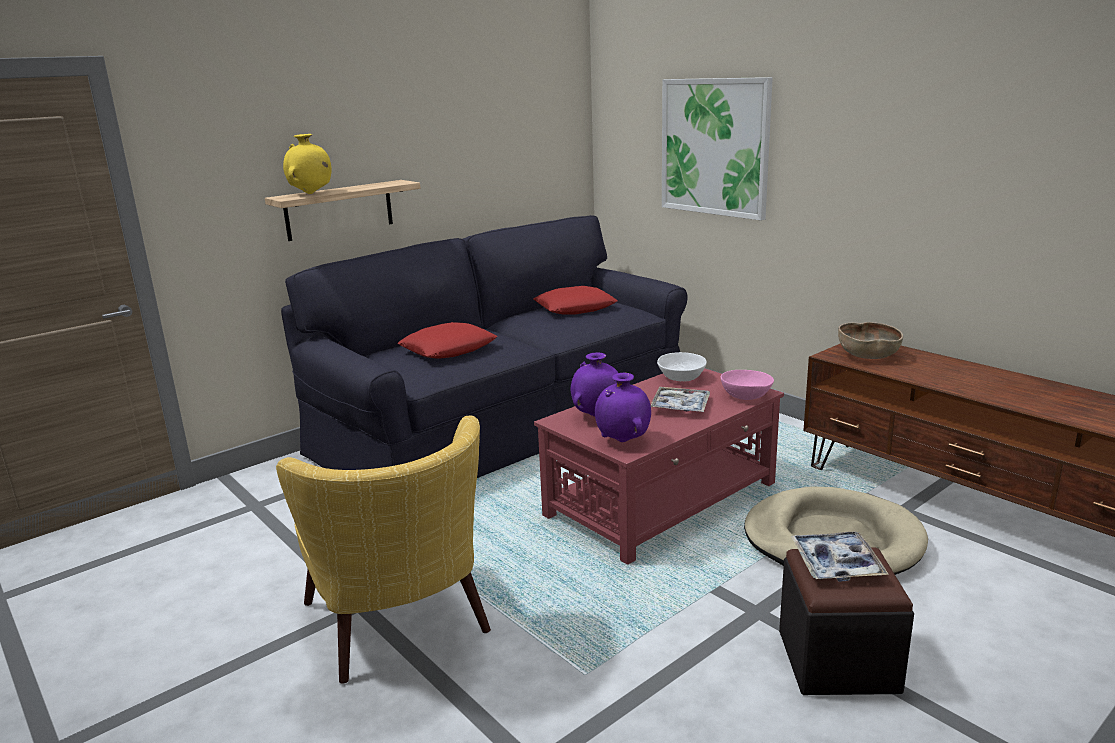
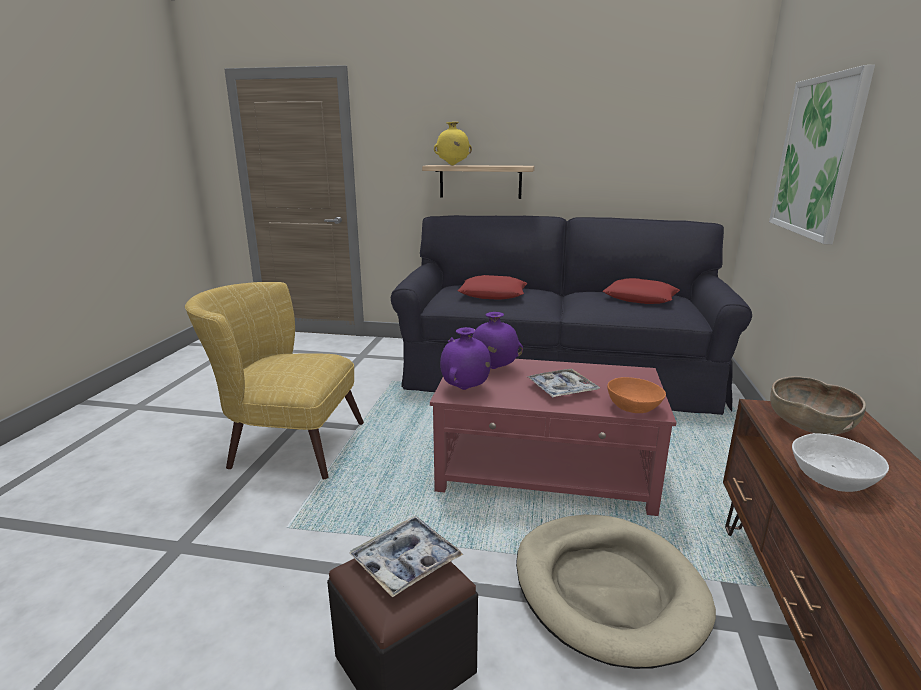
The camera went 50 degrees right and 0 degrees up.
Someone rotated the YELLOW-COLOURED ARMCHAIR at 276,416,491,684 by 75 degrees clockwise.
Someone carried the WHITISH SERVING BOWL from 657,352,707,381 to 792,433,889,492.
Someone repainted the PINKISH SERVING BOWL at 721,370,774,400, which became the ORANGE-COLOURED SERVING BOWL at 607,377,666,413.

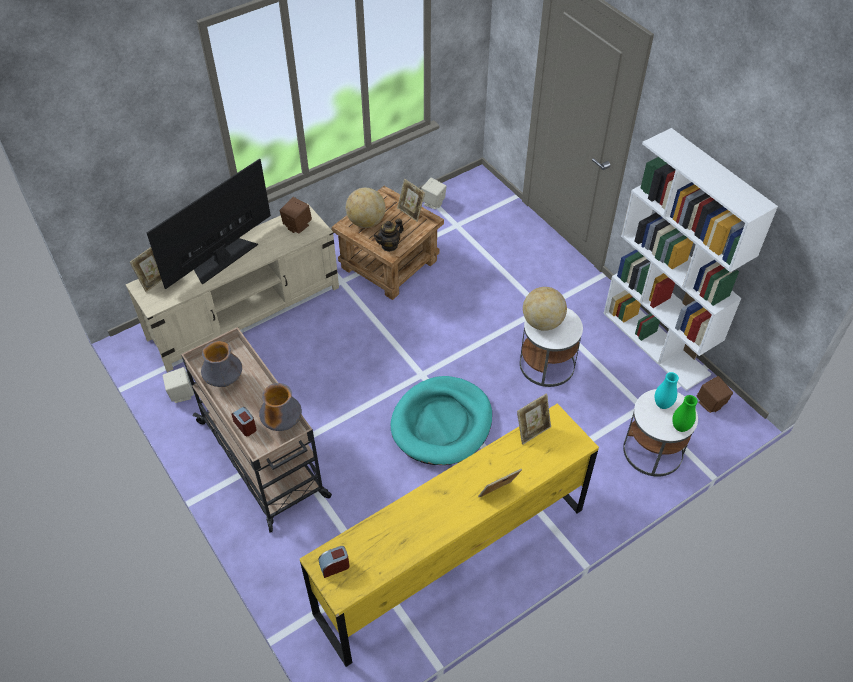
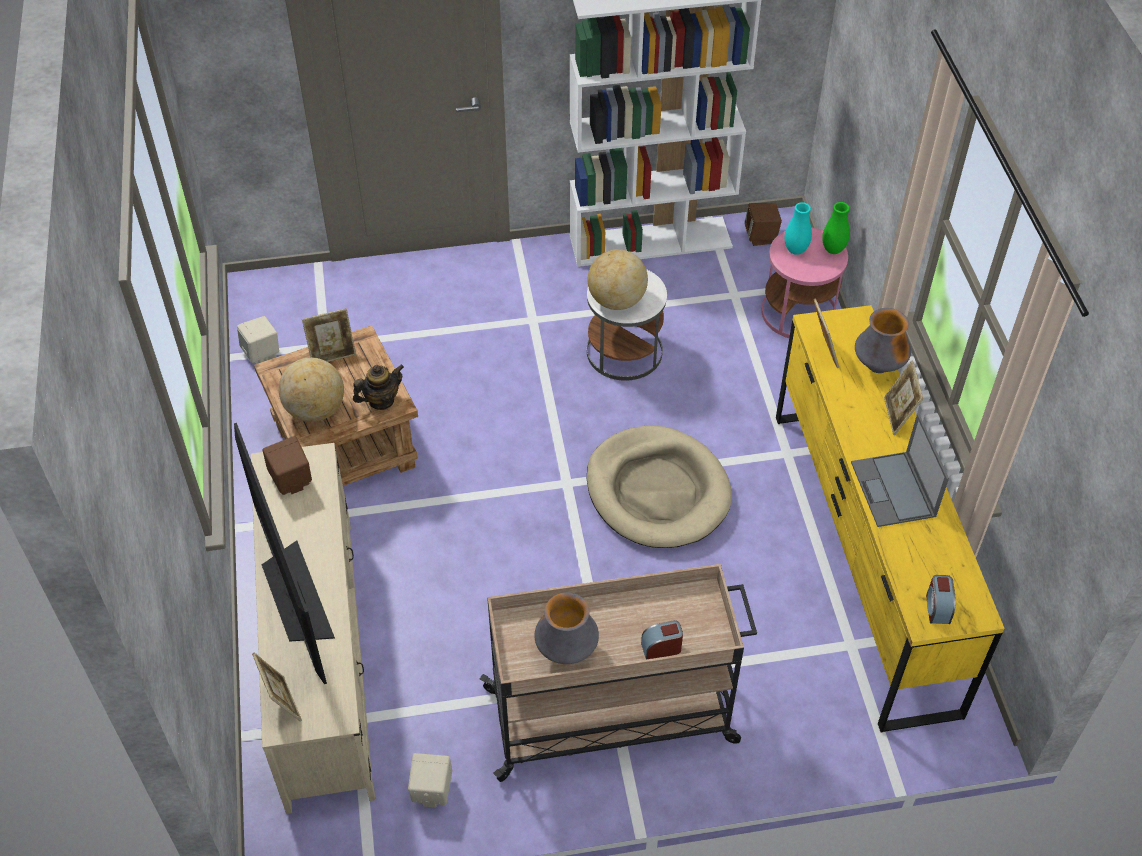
The camera went 65 degrees left and 0 degrees up.
Someone carried the FLOWER VASE from 259,383,302,431 to 855,308,911,373.
Someone rotated the TEAPOT at 374,219,404,252 by 105 degrees counterclockwise.
Someone repainted the TURQUOISE PET BED at 391,376,492,465, which became the SAND-COLOURED PET BED at 587,426,732,548.
Someone repainted the WHITISH ACCENT TABLE at 623,389,698,477, which became the PINKISH ACCENT TABLE at 761,228,848,338.
Someone put down the PORTABLE COMPUTER at 851,414,949,527.

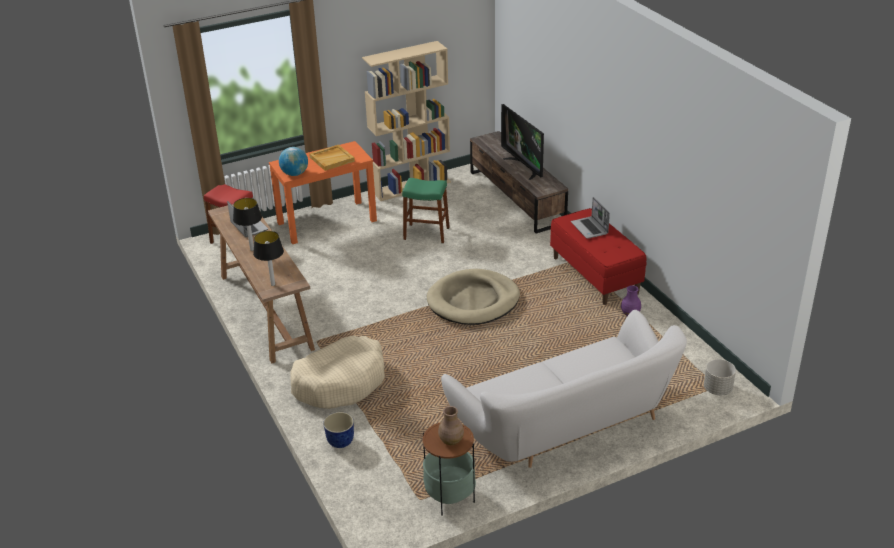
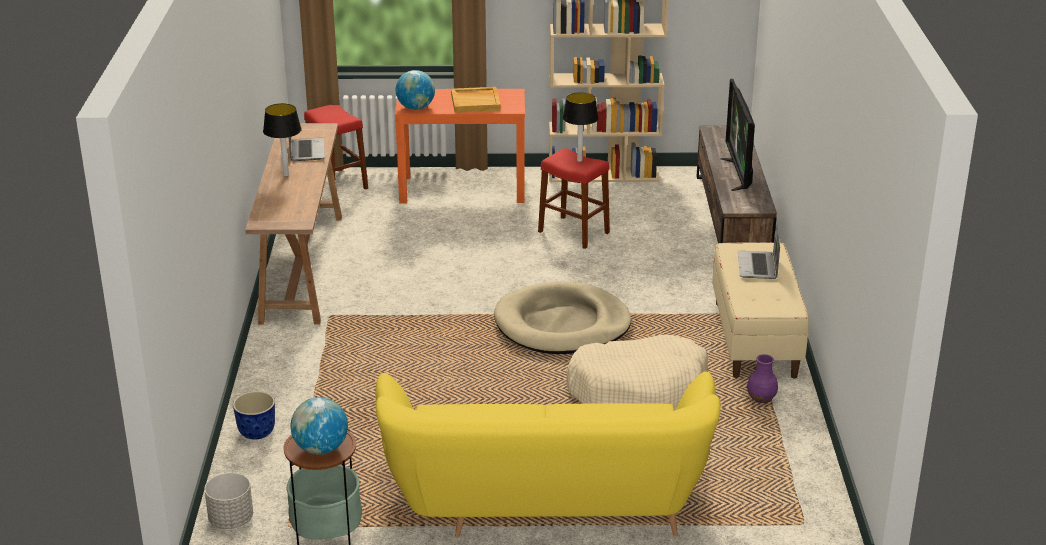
The camera went 25 degrees right and 5 degrees down.
Someone carried the LAMP FOR A TABLE from 253,231,284,286 to 563,92,599,162.
Someone carried the SAND-COLOURED PET BED from 290,335,385,409 to 566,335,708,411.
Someone repainted the GREEN-COLOURED SITTING STOOL at 402,178,450,243, which became the RED-COLOURED SITTING STOOL at 538,148,610,249.
Someone swapped the BROWNISH FLOWER VASE at 438,406,464,445 for the WORLD GLOBE at 291,397,348,454.
Someone repainted the WHITISH SOFA at 441,310,687,468, which became the YELLOW-COLOURED SOFA at 375,371,721,538.
Someone repainted the RED-COLOURED LONG SEAT at 550,208,646,305, which became the SAND-COLOURED LONG SEAT at 712,243,809,378.
Someone carried the GREYISH PLANT POT from 704,359,736,395 to 204,473,253,529.

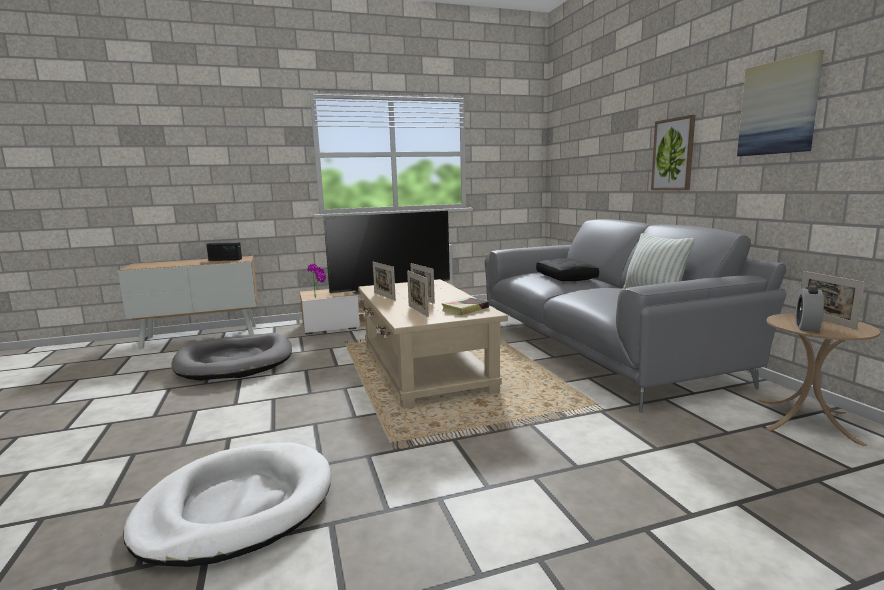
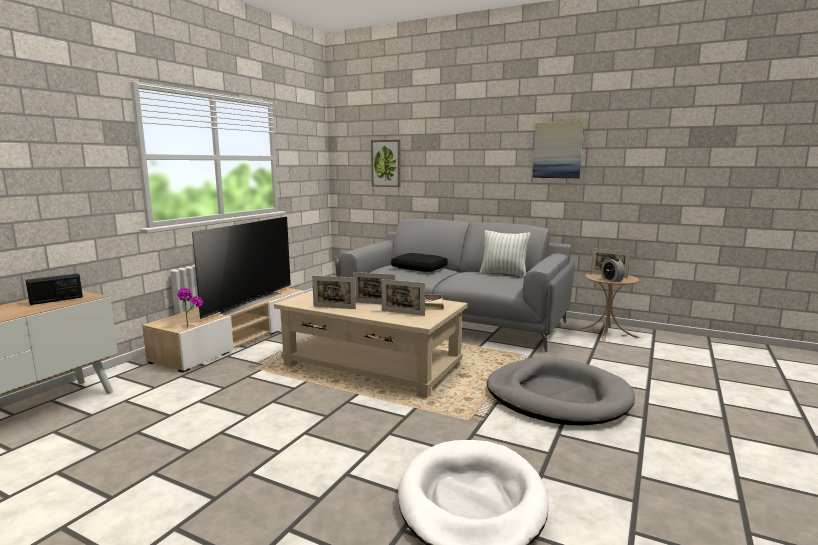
The camera went 45 degrees left and 0 degrees up.
Someone carried the GREYISH PET BED from 171,333,292,381 to 487,357,635,426.
Someone carried the PICTURE from 651,115,695,190 to 371,140,401,187.

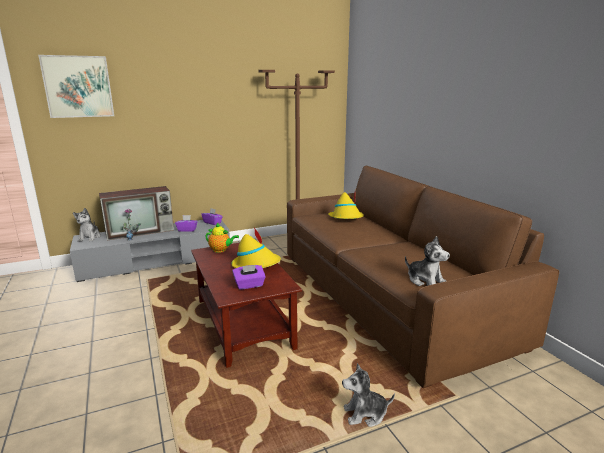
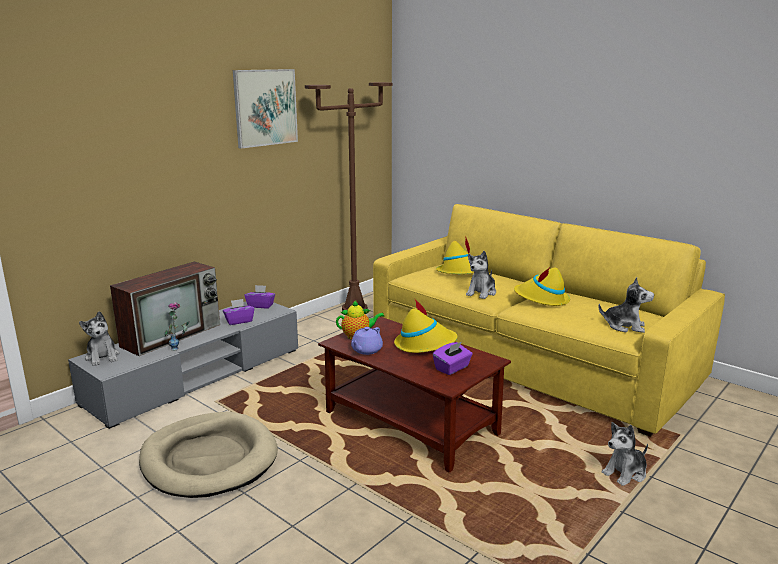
The camera went 25 degrees left and 0 degrees up.
Someone carried the PICTURE from 38,55,114,118 to 233,69,298,149.
Someone repainted the BROWNISH SOFA at 287,166,559,388, which became the YELLOW-COLOURED SOFA at 373,204,725,436.
Someone put down the SAND-COLOURED PET BED at 139,412,278,498.
Someone put down the PURPLISH TEAPOT at 351,327,383,355.
Someone put down the SOFT TOY at 466,251,496,299.
Someone put down the YELLOW-COLOURED WEARABLE HAT at 514,267,570,306.

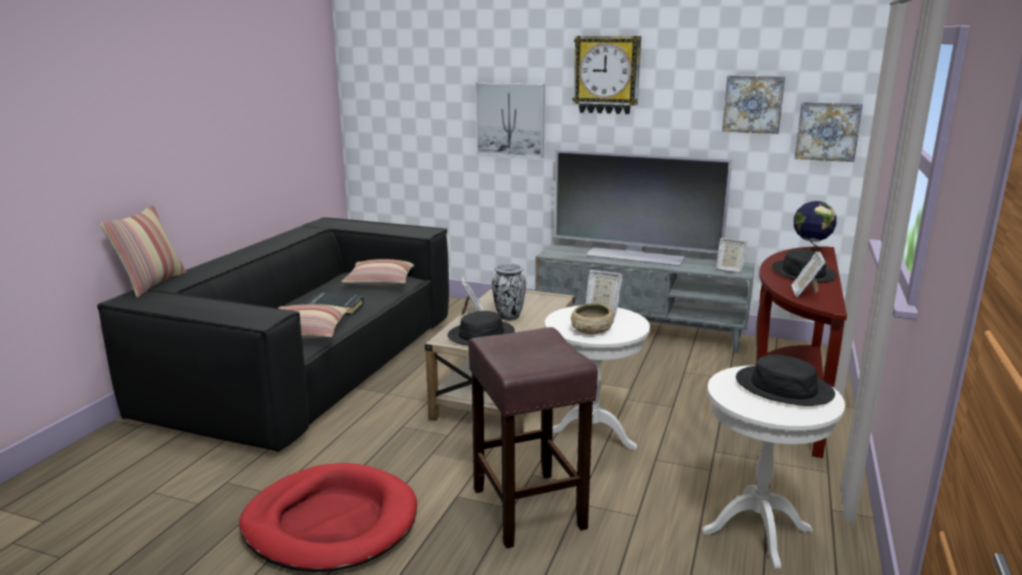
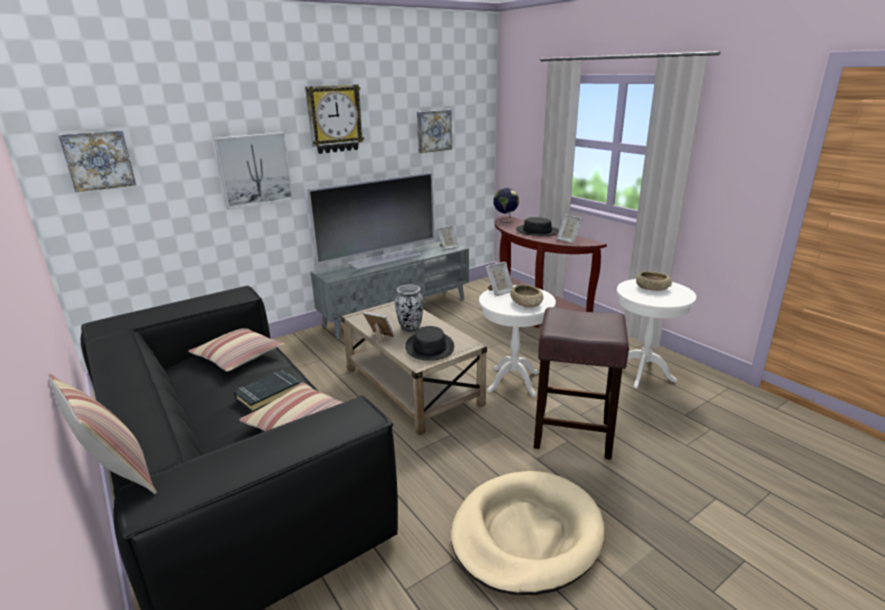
The camera went 55 degrees left and 5 degrees up.
Someone repainted the RED-COLOURED PET BED at 239,463,417,573, which became the SAND-COLOURED PET BED at 451,471,605,595.
Someone swapped the BLACK WEARABLE HAT at 736,355,835,406 for the SAND-COLOURED SERVING BOWL at 636,271,672,291.
Someone carried the PICTURE from 795,102,863,162 to 58,130,136,192.

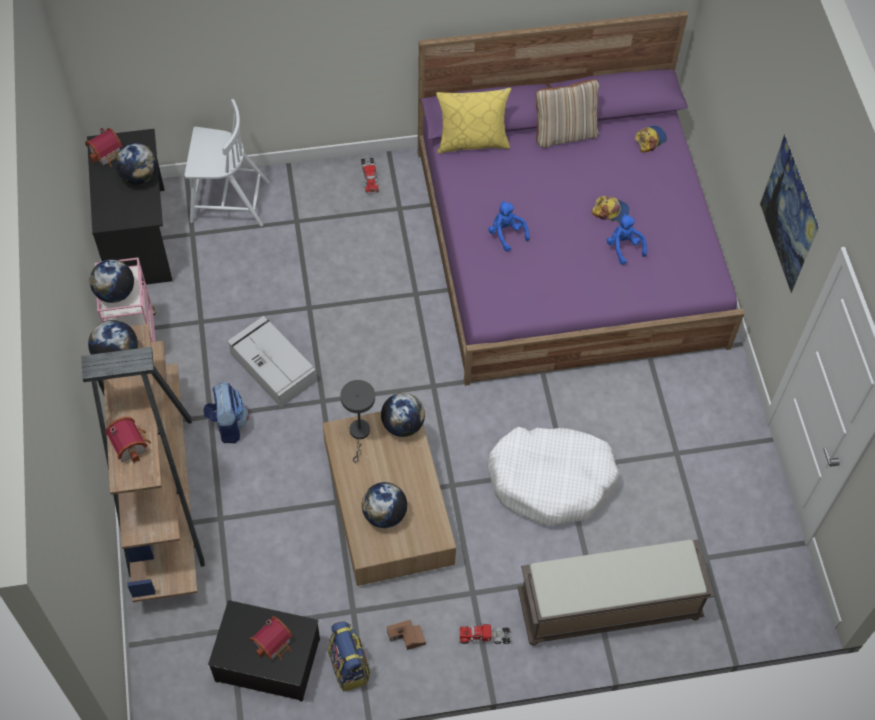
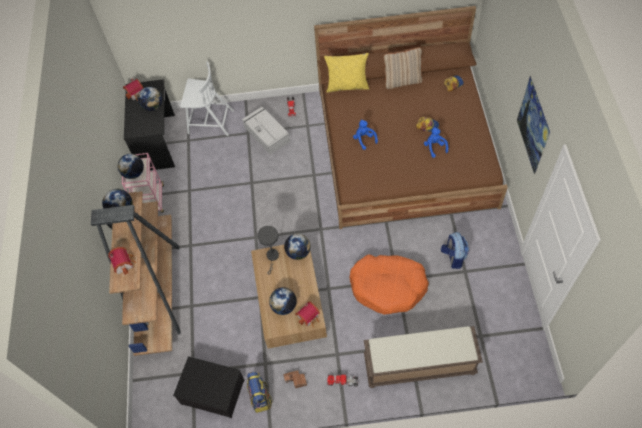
The camera went 10 degrees right and 0 degrees up.
Someone carried the KNAPSACK from 203,382,249,443 to 441,232,469,269.
Someone carried the GREYISH STORAGE BIN from 227,316,317,407 to 242,107,290,155.
Someone carried the MINIATURE HOUSE from 249,616,293,661 to 295,301,320,327.
Someone repainted the PURPLISH BED at 418,11,744,386, which became the BROWNISH BED at 314,6,508,229.
Someone repainted the WHITISH PET BED at 487,427,620,526, which became the ORANGE-COLOURED PET BED at 350,254,429,315.

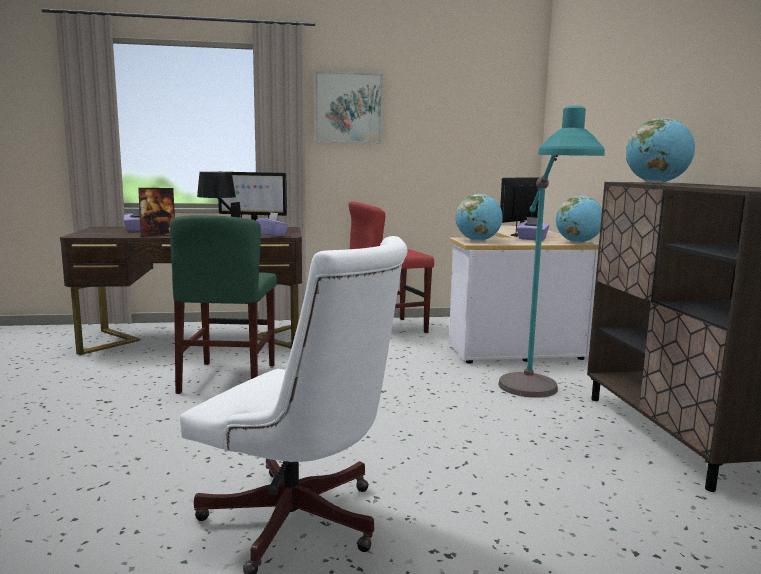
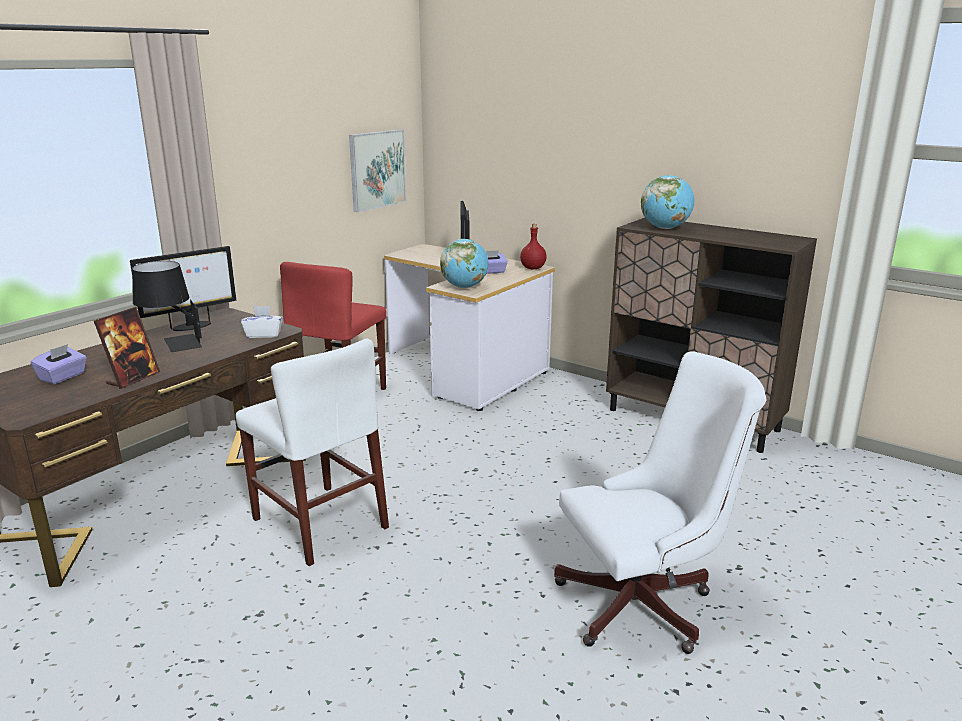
The camera went 45 degrees left and 10 degrees up.
Someone repainted the GREEN-COLOURED UPRIGHT CHAIR at 170,215,277,394, which became the WHITISH UPRIGHT CHAIR at 236,338,389,566.
Someone repainted the PURPLISH TISSUE HOLDER at 256,212,288,237, which became the WHITISH TISSUE HOLDER at 241,306,283,338.
Someone carried the PICTURE from 315,71,383,143 to 349,129,406,212.
Someone took away the TURQUOISE STANDARD LAMP at 498,105,605,398.
Someone swapped the WORLD GLOBE at 556,196,602,243 for the RED-COLOURED DRINK BOTTLE at 520,224,546,269.

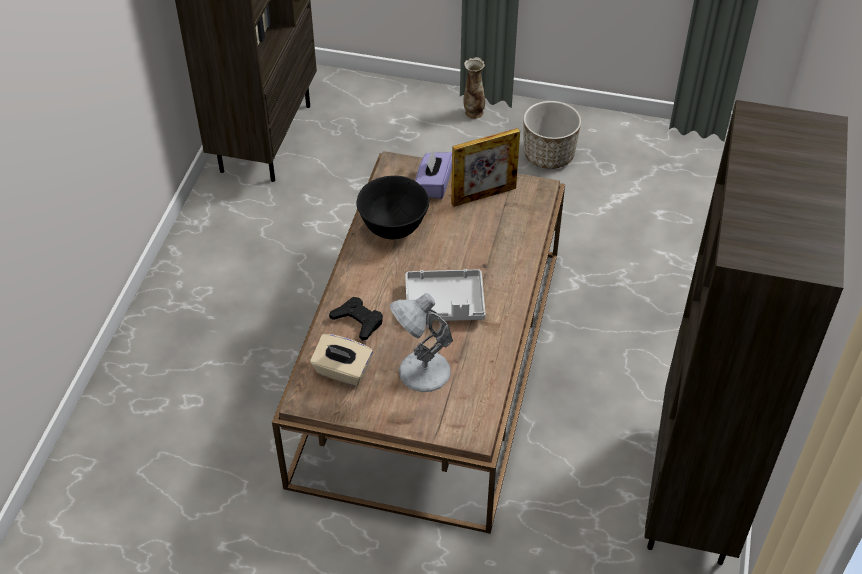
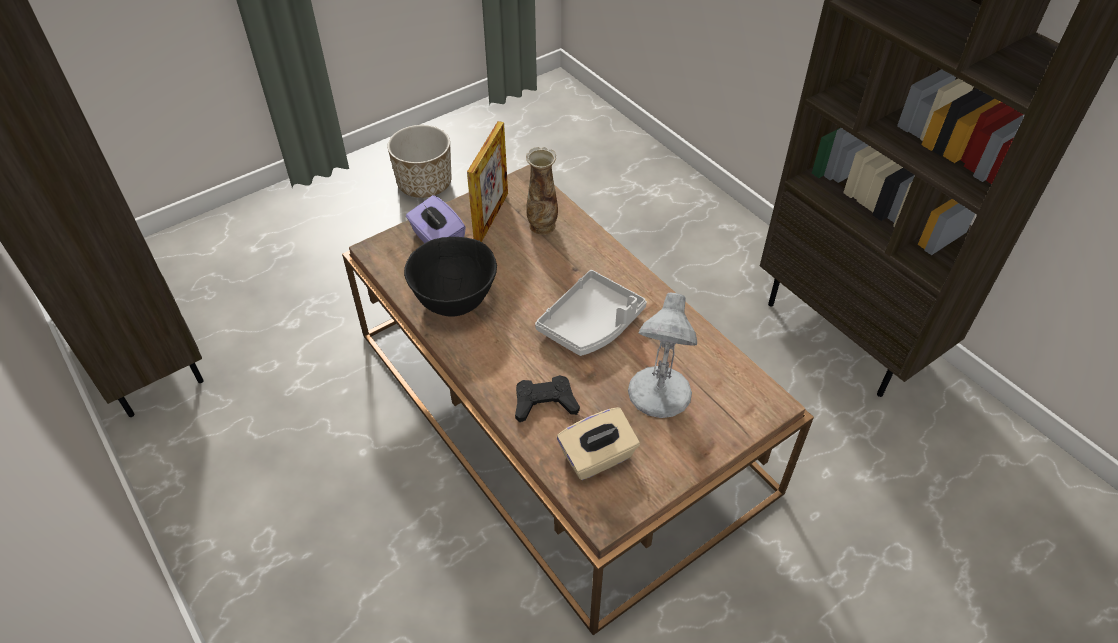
The camera went 50 degrees left and 0 degrees up.
Someone carried the FLOWER VASE from 464,57,485,119 to 526,147,558,235.

